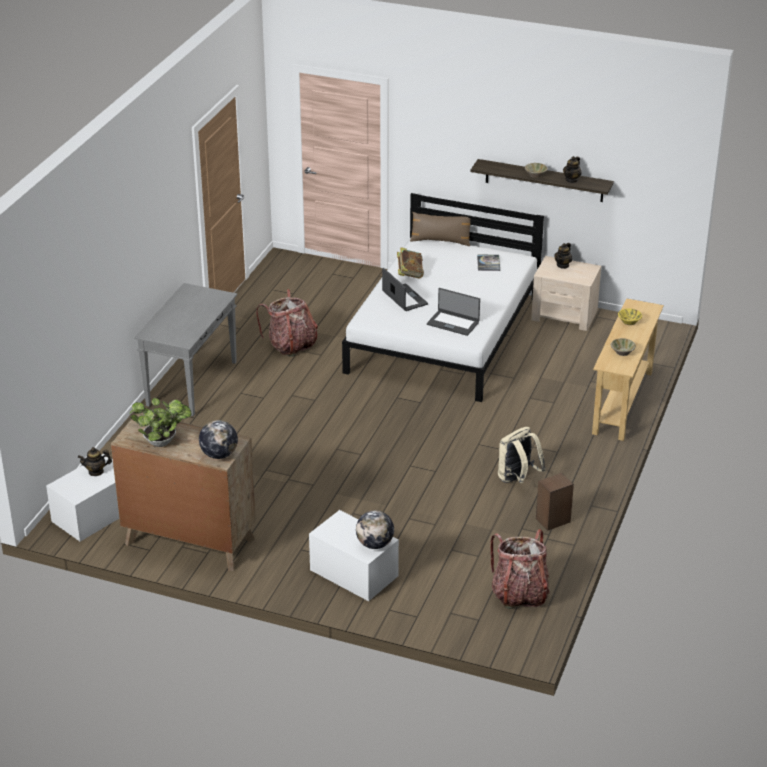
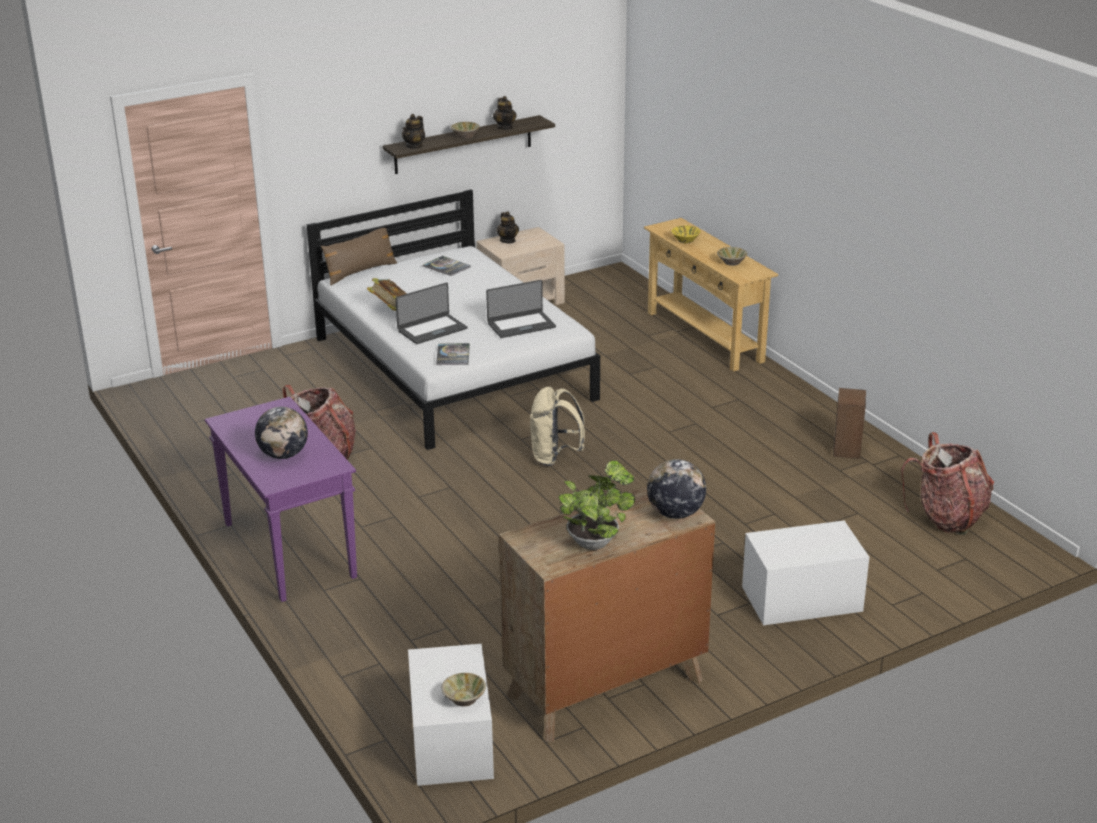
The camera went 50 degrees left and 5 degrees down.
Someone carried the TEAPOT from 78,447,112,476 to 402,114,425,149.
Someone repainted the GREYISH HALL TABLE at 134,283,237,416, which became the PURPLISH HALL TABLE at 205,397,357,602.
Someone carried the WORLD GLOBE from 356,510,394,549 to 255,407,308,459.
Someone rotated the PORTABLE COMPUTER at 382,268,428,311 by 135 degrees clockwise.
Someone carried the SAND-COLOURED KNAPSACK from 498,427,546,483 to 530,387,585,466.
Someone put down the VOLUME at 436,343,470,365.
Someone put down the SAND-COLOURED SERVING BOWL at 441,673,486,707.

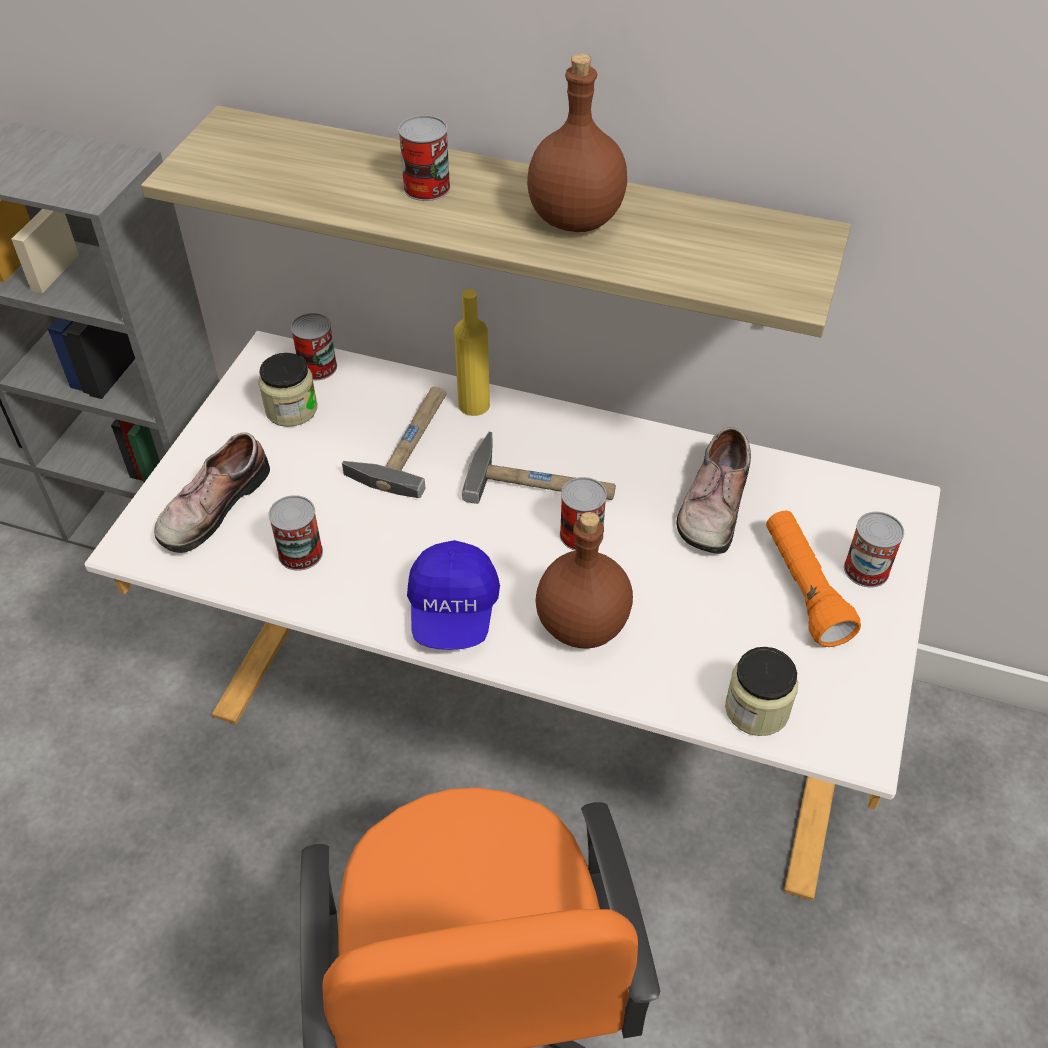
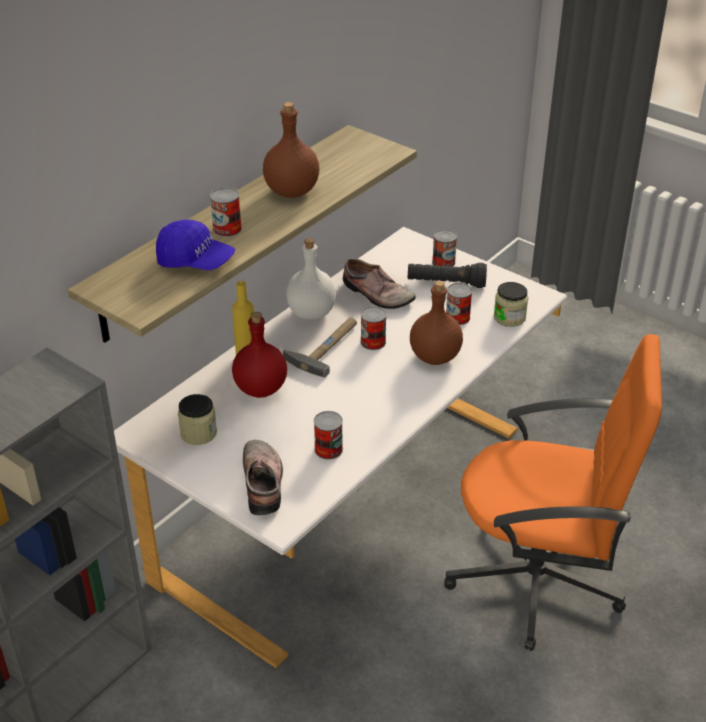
The camera went 70 degrees left and 10 degrees down.
Someone rotated the SHOE at 154,432,270,553 by 150 degrees counterclockwise.
Someone carried the METAL CAN from 291,313,337,380 to 446,283,472,325.
Someone swapped the TOOL HAMMER at 342,387,446,498 for the RED-COLOURED DRINK BOTTLE at 232,312,287,398.
Someone carried the BLUISH PEAKED CAP from 407,540,500,650 to 156,220,235,270.
Someone repainted the ORANGE-COLOURED HAND TORCH at 766,511,861,647, which became the BLACK HAND TORCH at 408,263,487,288.
Someone put down the WHITISH DRINK BOTTLE at 286,238,336,320.

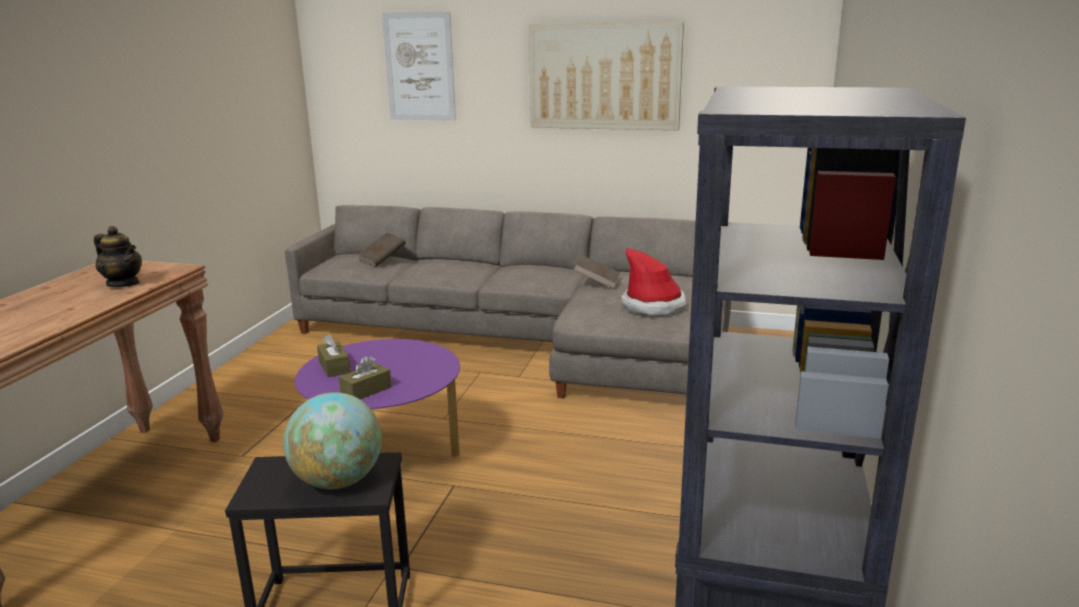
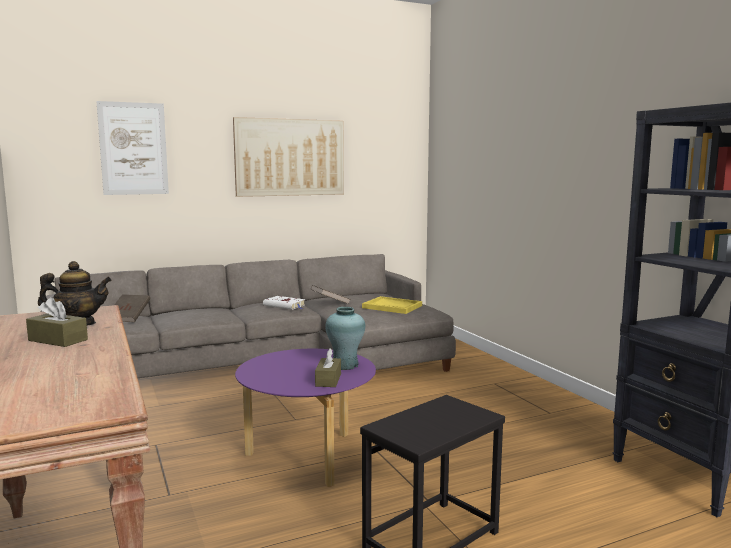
The camera went 40 degrees left and 10 degrees down.
Someone took away the WORLD GLOBE at 283,392,382,489.
Someone carried the BROWNISH TISSUE HOLDER from 317,334,350,377 to 26,297,88,347.
Someone swapped the WEARABLE HAT at 621,248,686,316 for the YELLOW-COLOURED CARRYING TRAY at 362,296,422,314.
Someone put down the WHITISH VOLUME at 263,296,305,310.
Someone put down the TURQUOISE FLOWER VASE at 325,307,365,370.

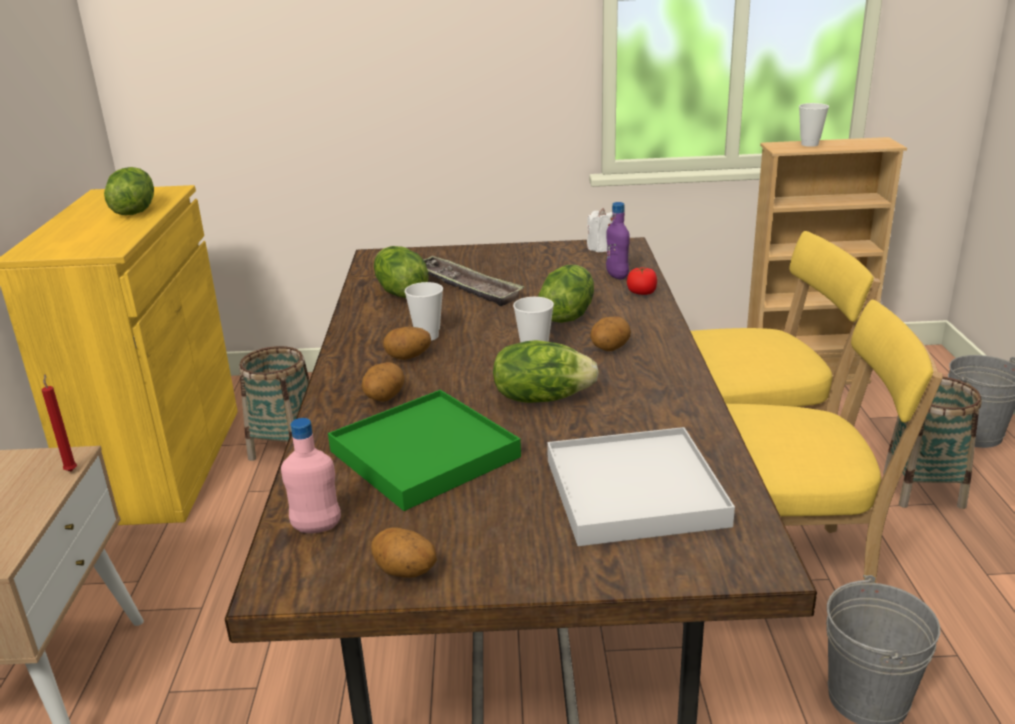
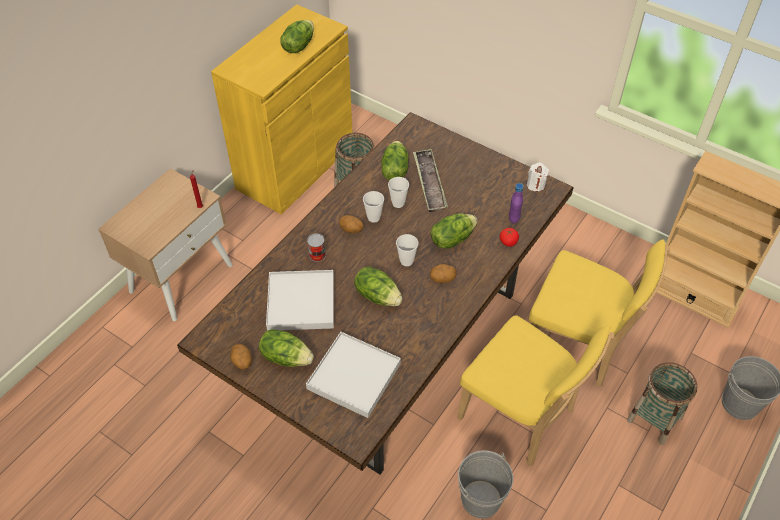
The camera went 35 degrees right and 25 degrees up.
Someone took away the PINKISH DRINK BOTTLE at 281,418,341,533.
Someone repainted the GREEN-COLOURED CARRYING TRAY at 328,390,521,511, which became the WHITISH CARRYING TRAY at 266,270,334,331.
Someone swapped the POTATO at 362,362,405,402 for the METAL CAN at 307,234,326,262.
Someone carried the CUP from 799,103,829,147 to 388,177,409,208.
Someone put down the HEAD OF LETTUCE at 259,329,314,367.

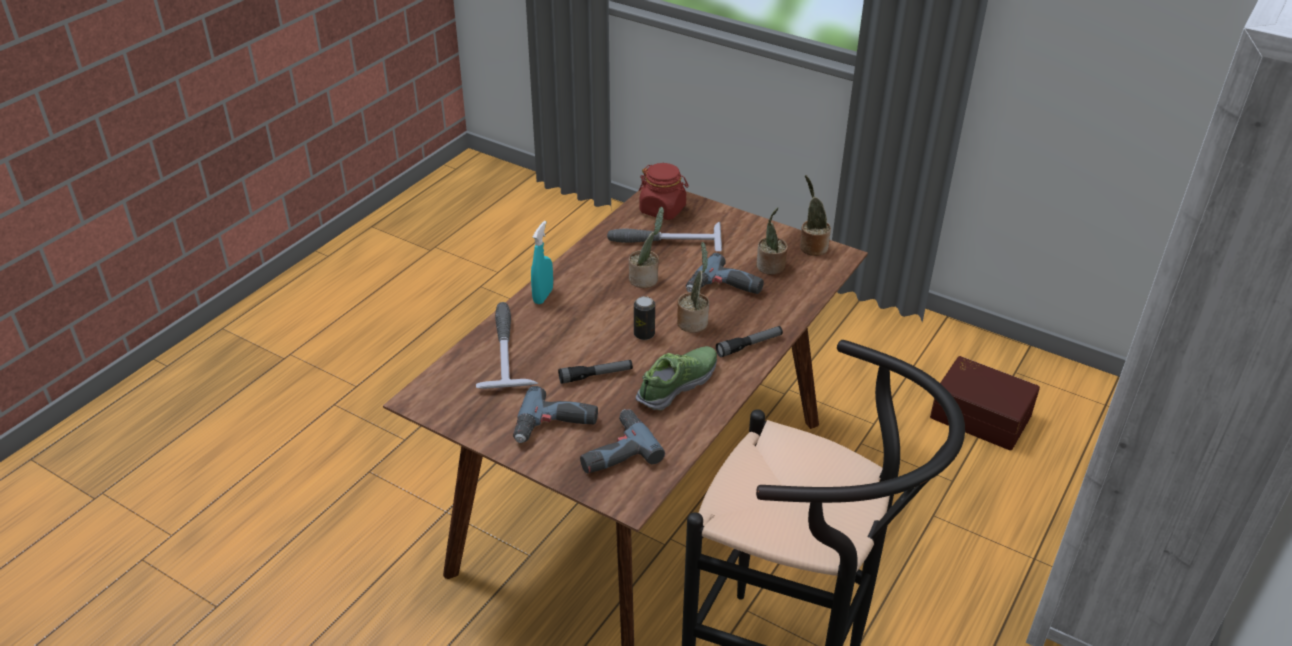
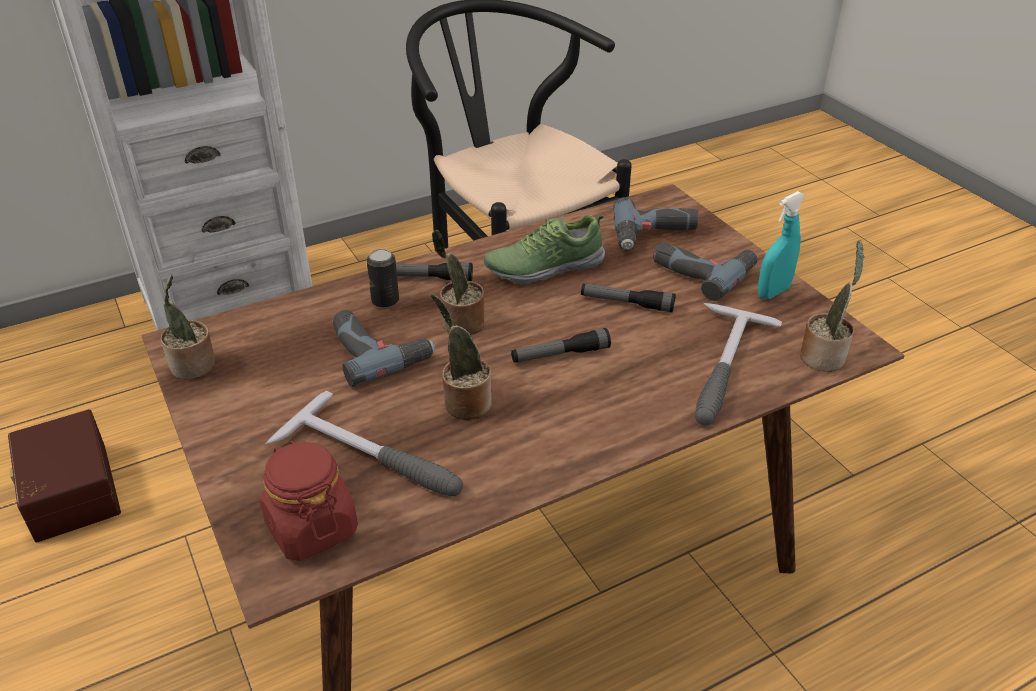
The camera went 150 degrees left and 0 degrees up.
Someone carried the TURQUOISE SPRAY BOTTLE from 531,221,553,304 to 758,191,805,299.
Someone carried the METAL CAN from 634,296,655,340 to 366,249,399,308.
Someone carried the HOUSEPLANT from 756,207,788,275 to 800,240,865,372.
Someone put down the HAND TORCH at 511,328,611,363.

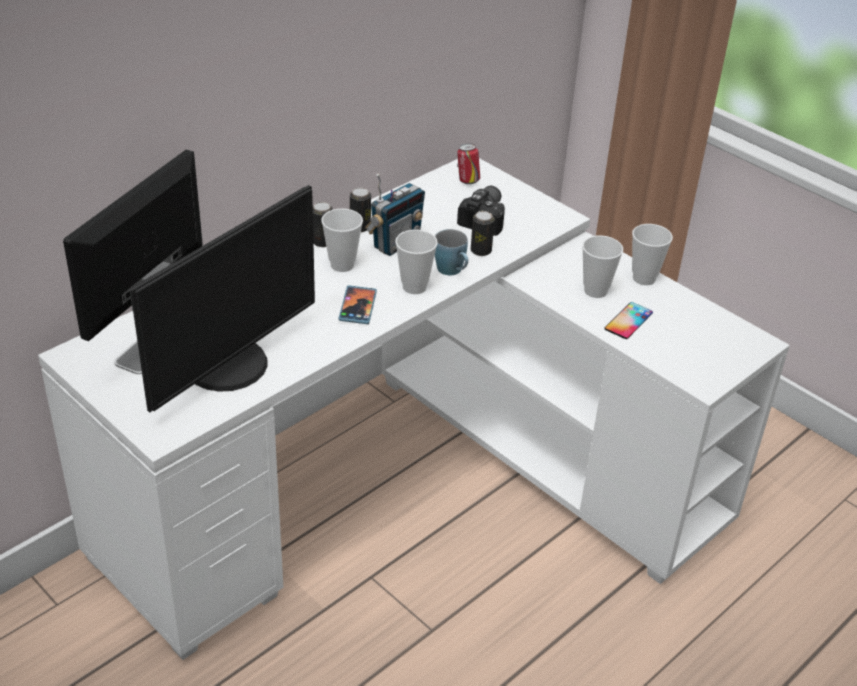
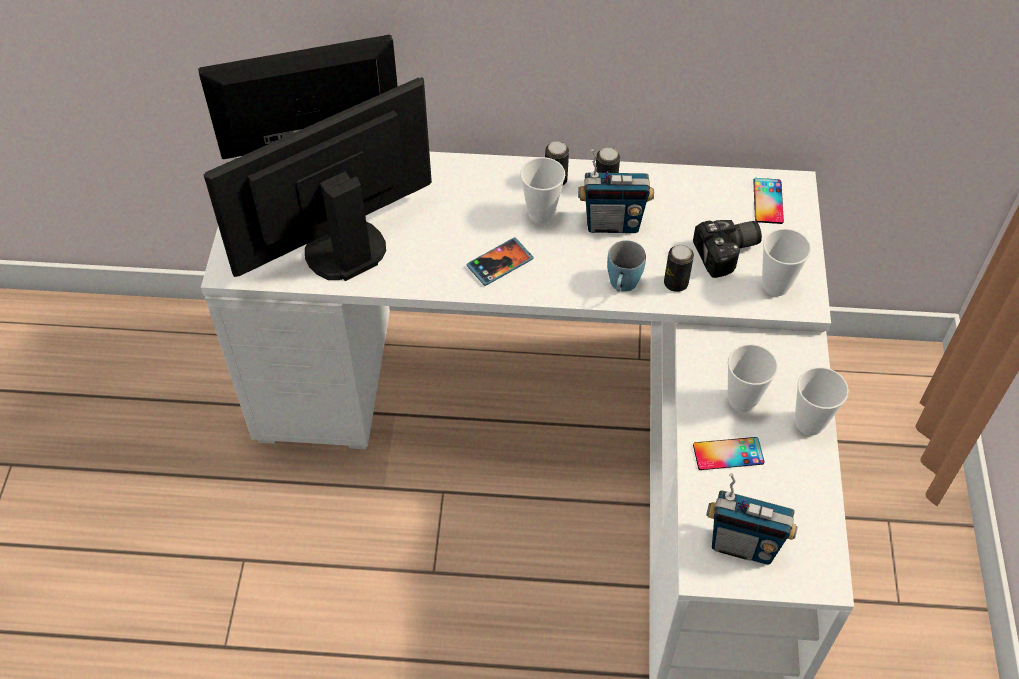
The camera went 50 degrees right and 15 degrees up.
Someone rotated the COMPUTER SCREEN at 130,185,315,412 by 150 degrees clockwise.
Someone carried the CUP from 395,230,438,294 to 762,228,811,296.
Someone swapped the METAL CAN at 457,143,480,184 for the HANDSET at 753,178,784,224.
Someone put down the RADIO SET at 706,473,798,565.

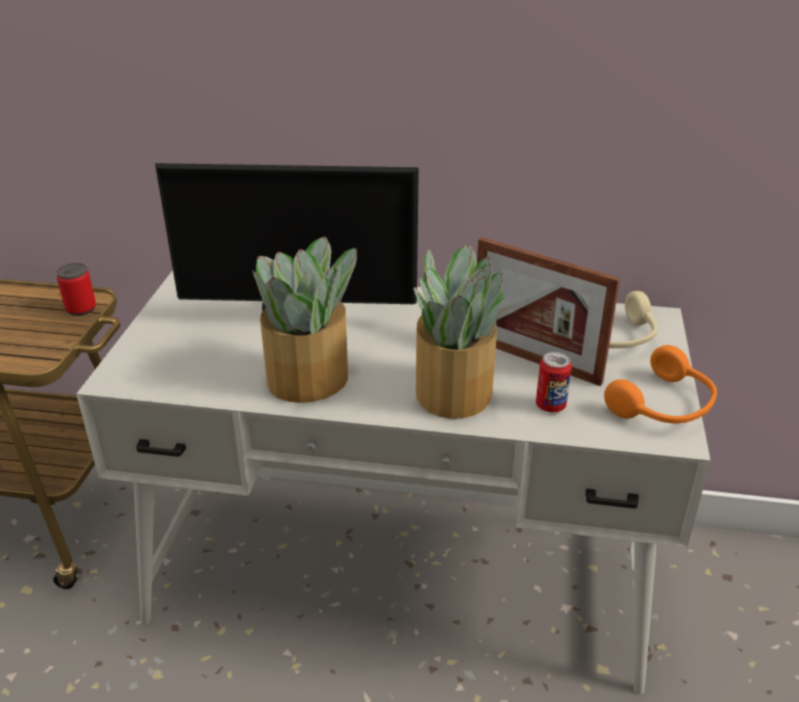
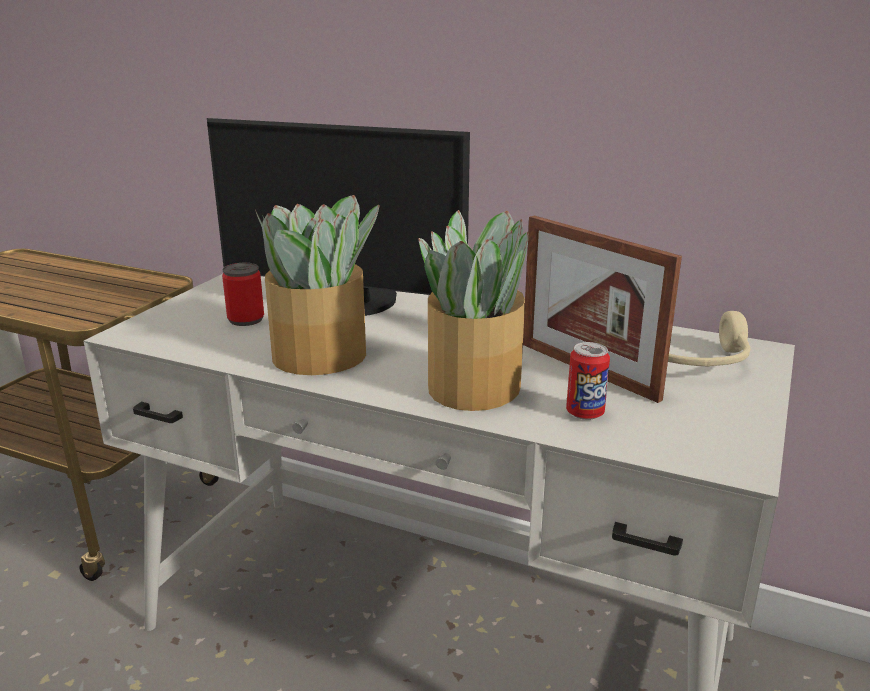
The camera went 15 degrees right and 10 degrees down.
Someone carried the METAL CAN from 57,263,96,316 to 222,263,264,326.
Someone took away the ORANGE-COLOURED HEADPHONES at 604,345,717,424.

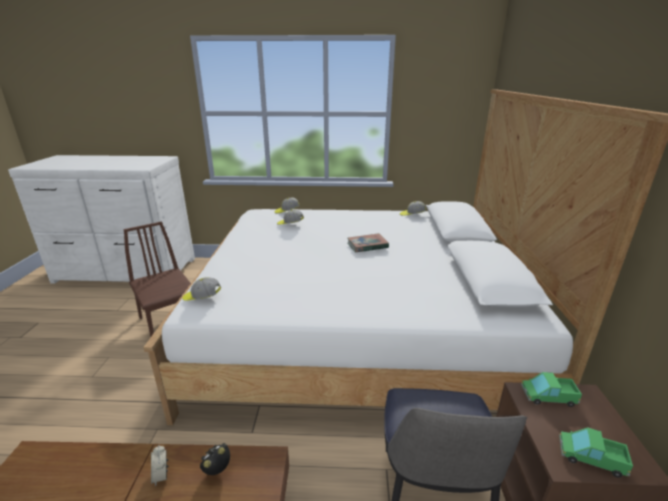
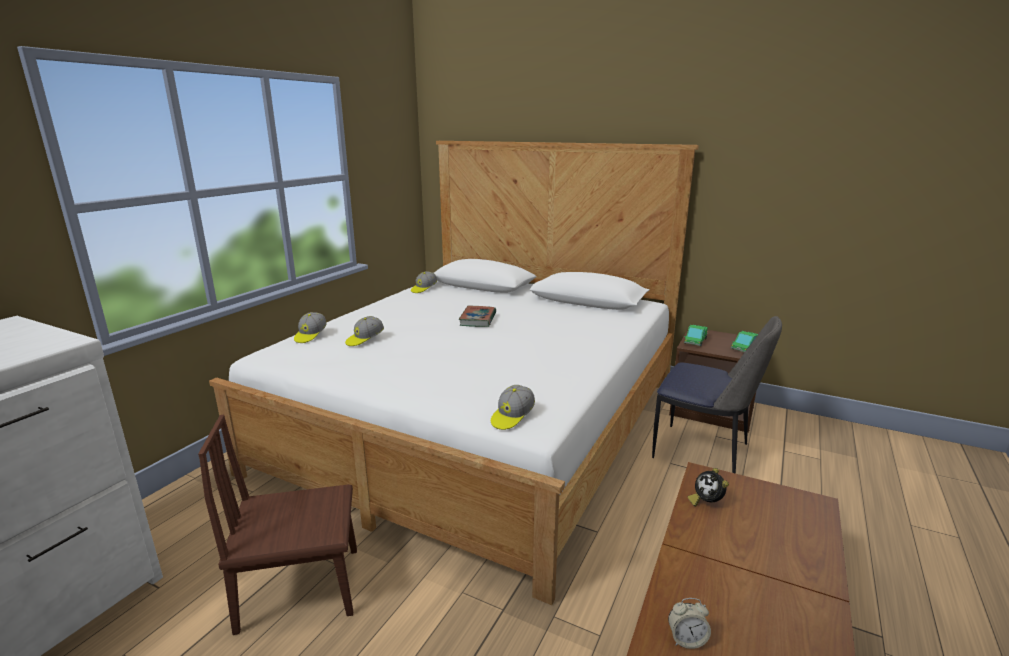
The camera went 65 degrees left and 5 degrees down.
Someone carried the BEDSIDE CLOCK from 151,445,168,486 to 668,598,711,649.

